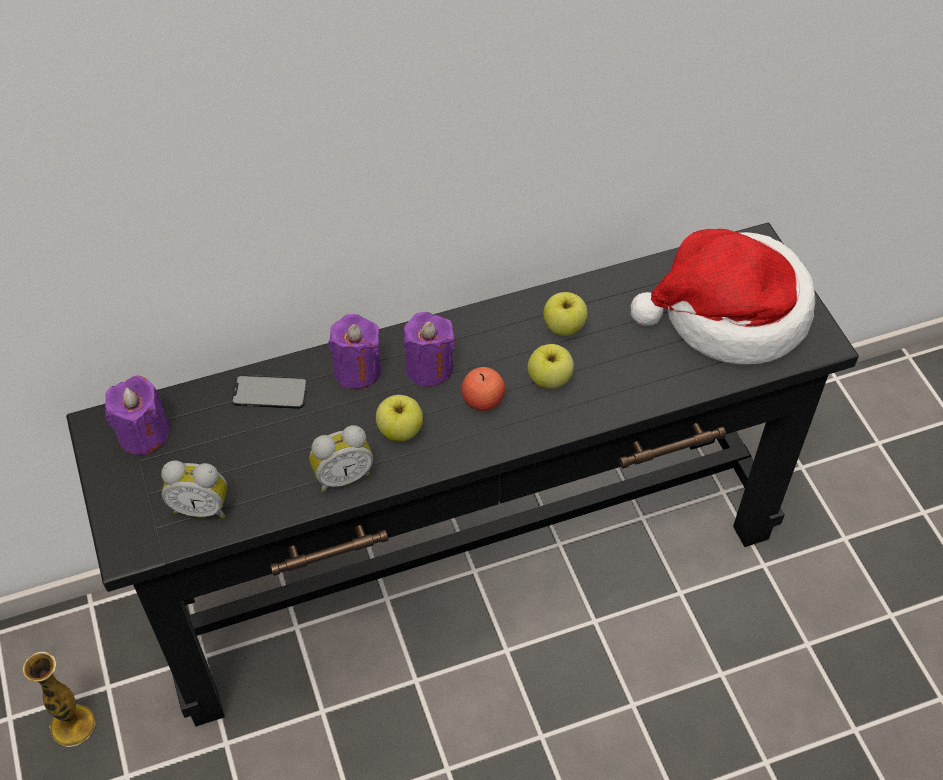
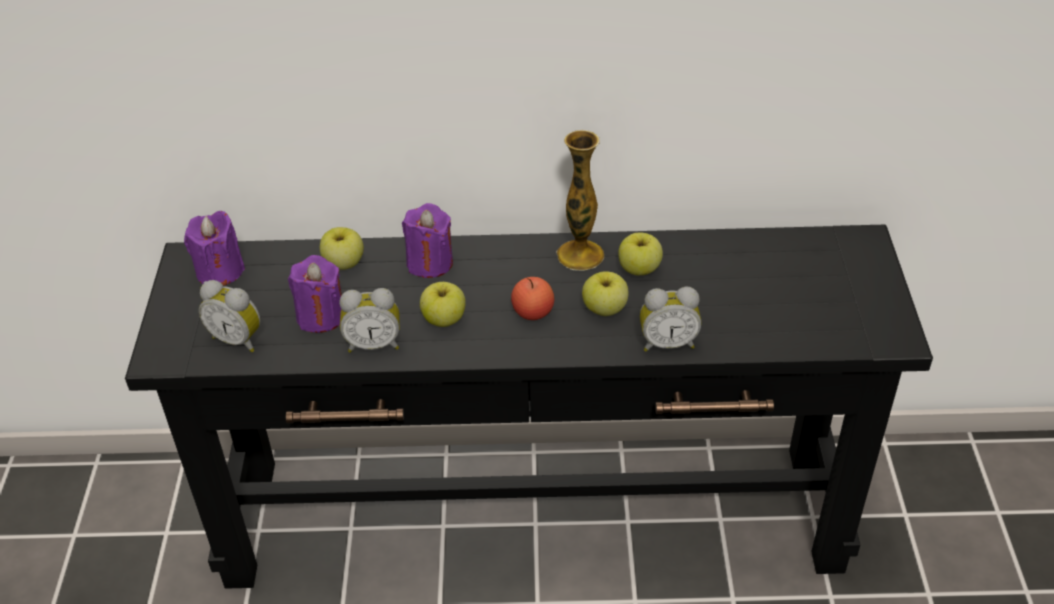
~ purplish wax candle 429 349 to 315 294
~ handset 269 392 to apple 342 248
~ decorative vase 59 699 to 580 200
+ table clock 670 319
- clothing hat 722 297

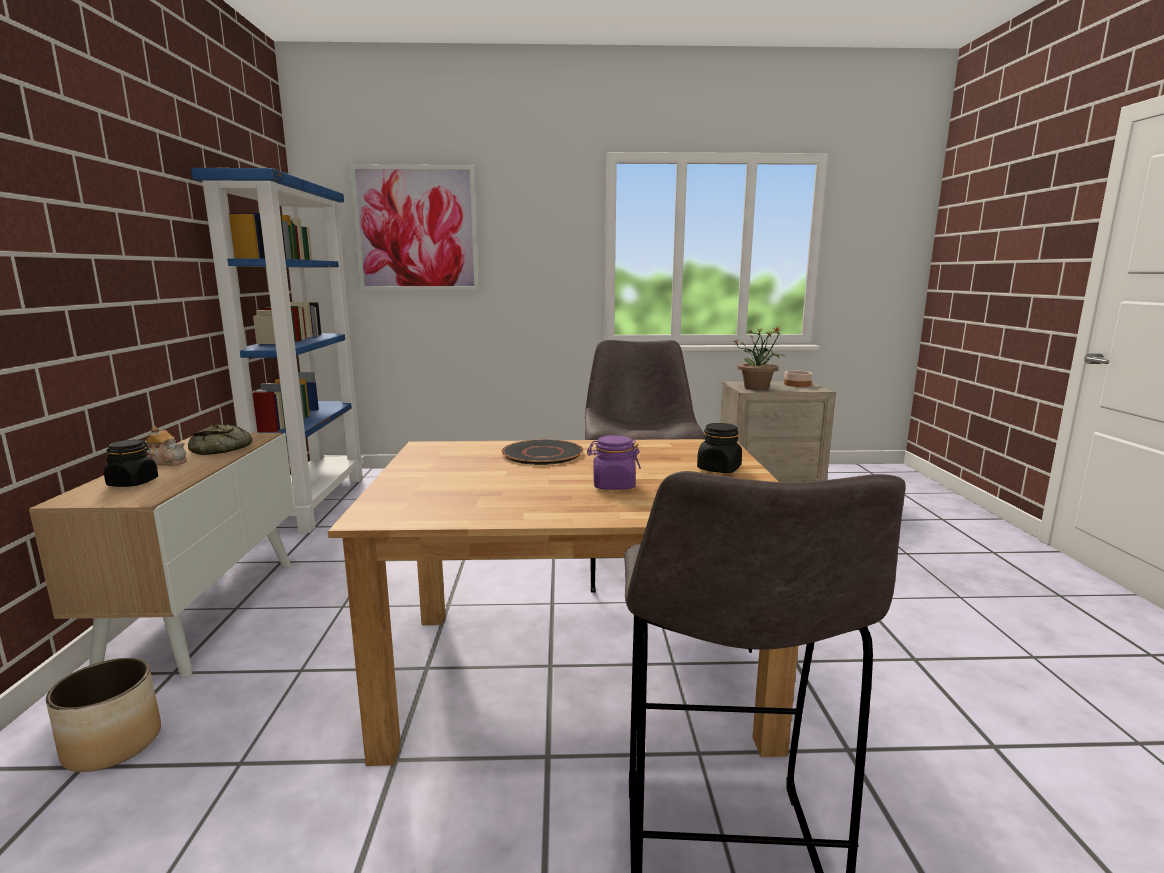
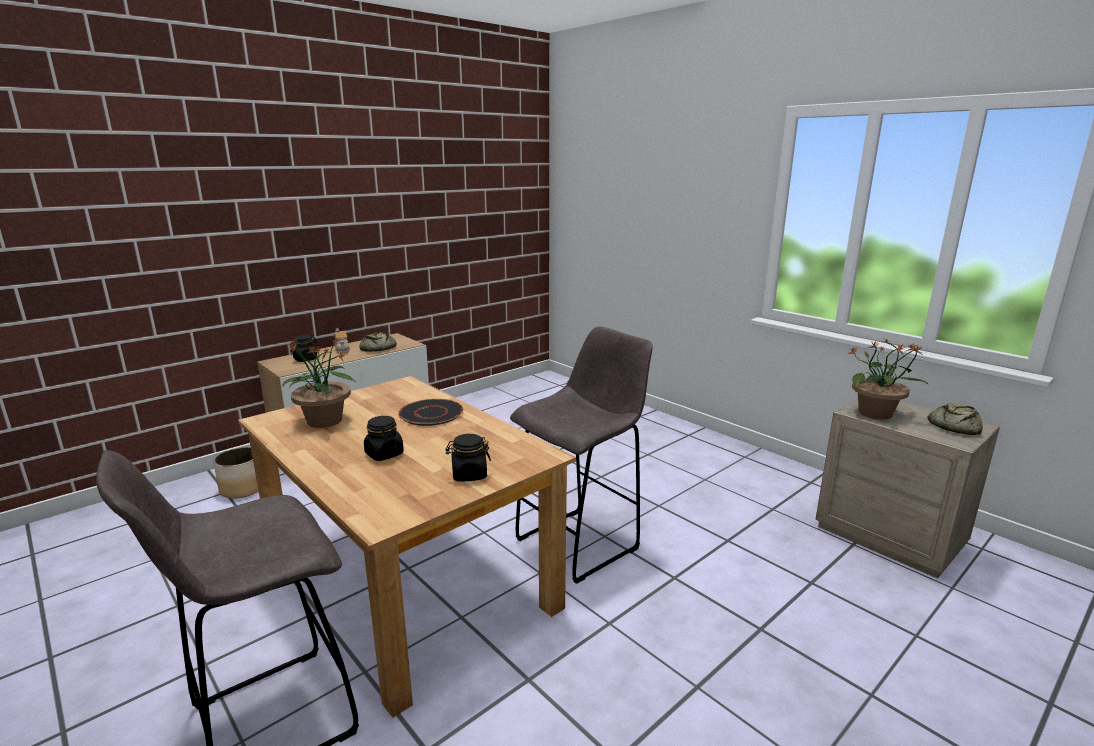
+ houseplant 319 383
~ purplish storage jar 614 462 to blackish storage jar 384 438
~ deep dish 798 378 to bread 955 419
- blue-coloured bookshelf 277 350
- wall picture 414 227

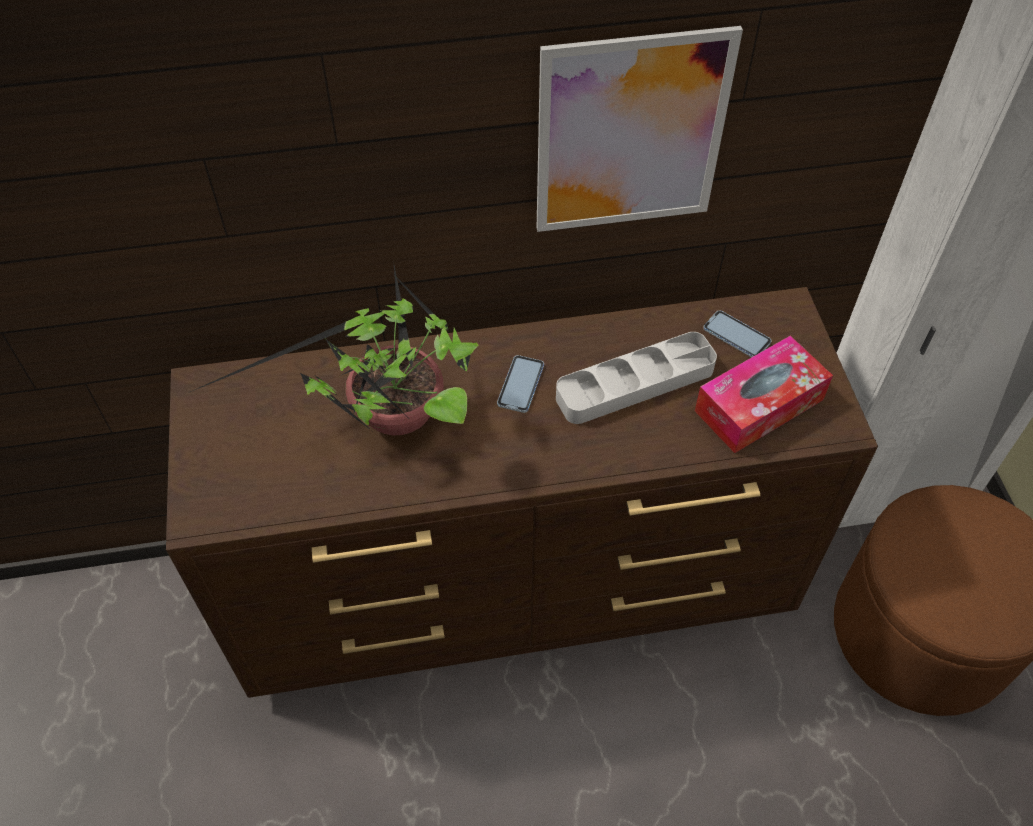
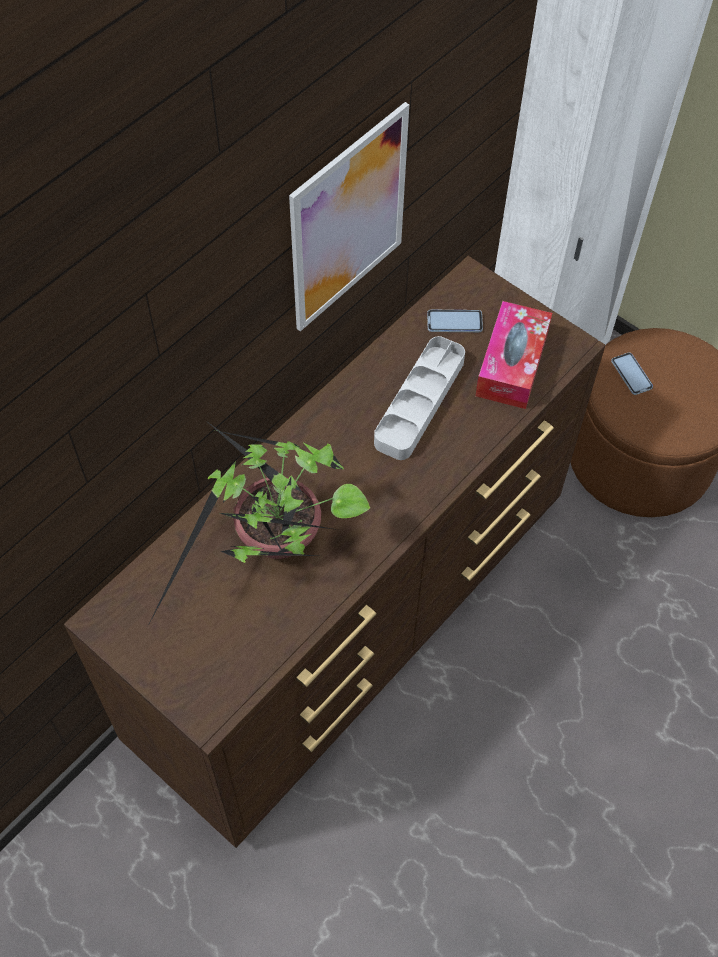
~ handset 520 384 to 632 374

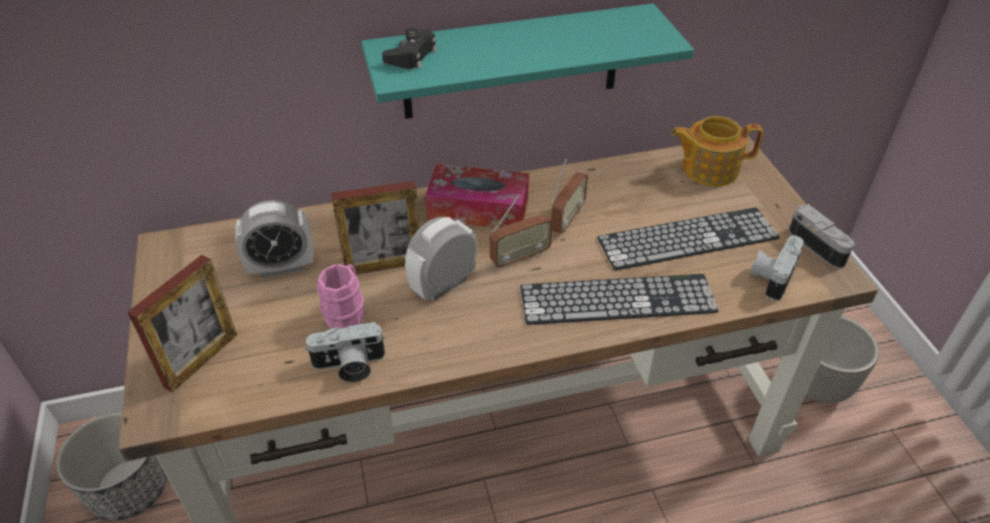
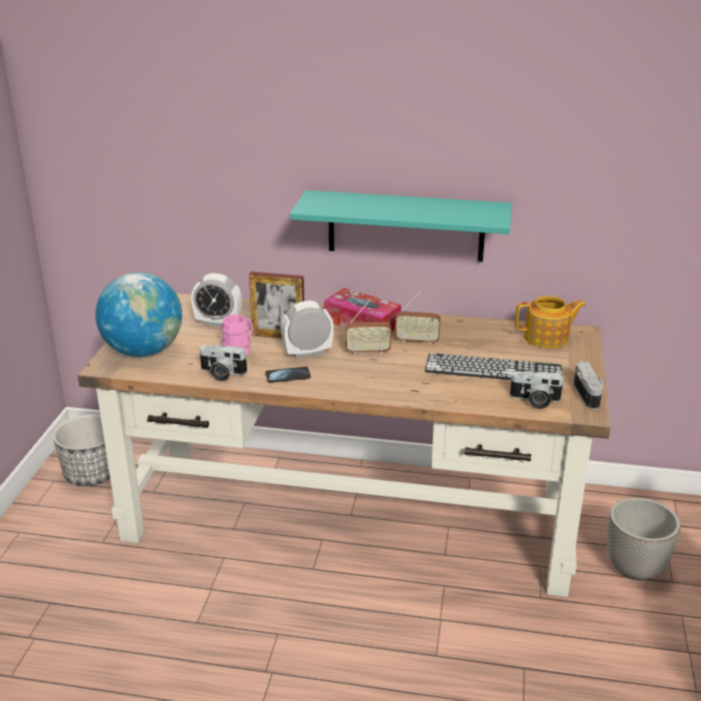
~ photo frame 182 323 to world globe 138 314
+ handset 288 375
~ radio receiver 569 196 = 418 318 45 degrees clockwise
~ still camera 777 268 = 537 390 135 degrees counterclockwise
~ pot for tea 717 151 = 550 322 150 degrees clockwise
- blackish joypad 409 48
- keyboard 620 299

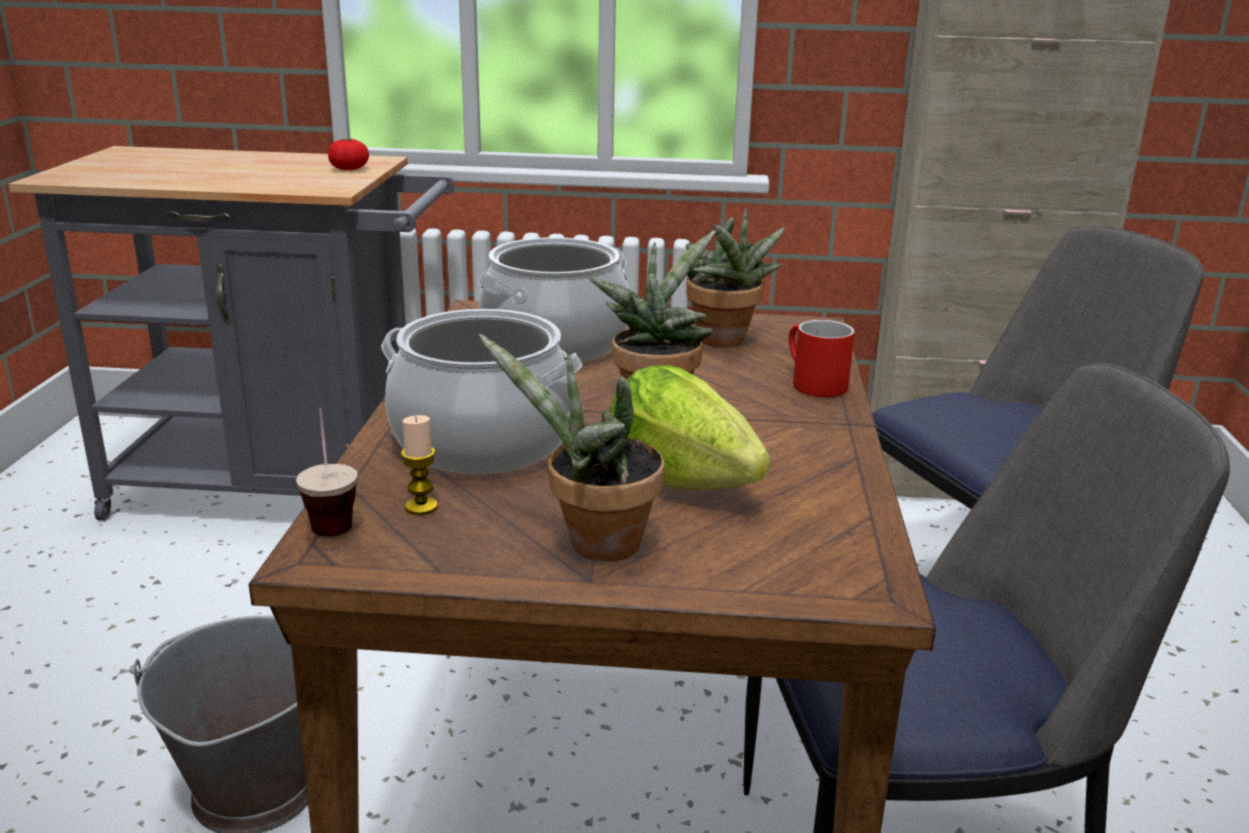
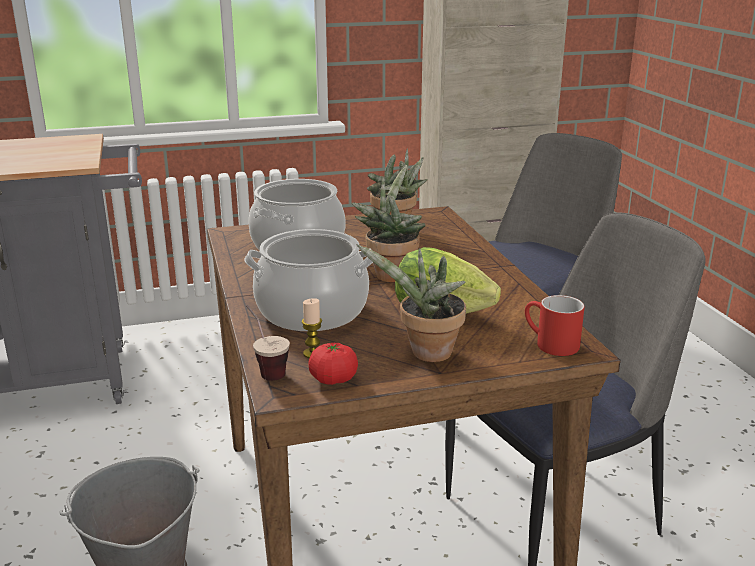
~ tomato 348 154 to 333 364
~ red coffee mug 822 358 to 555 325

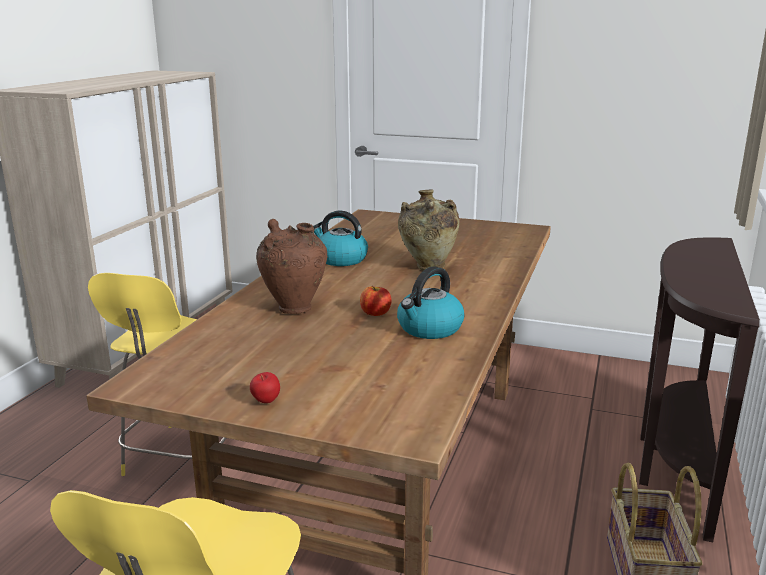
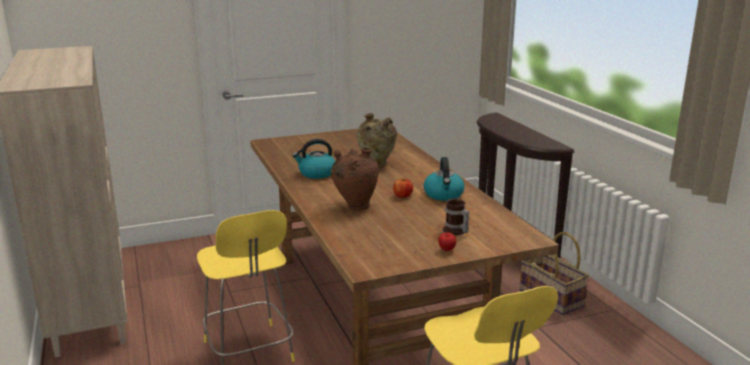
+ coffee mug 456 217

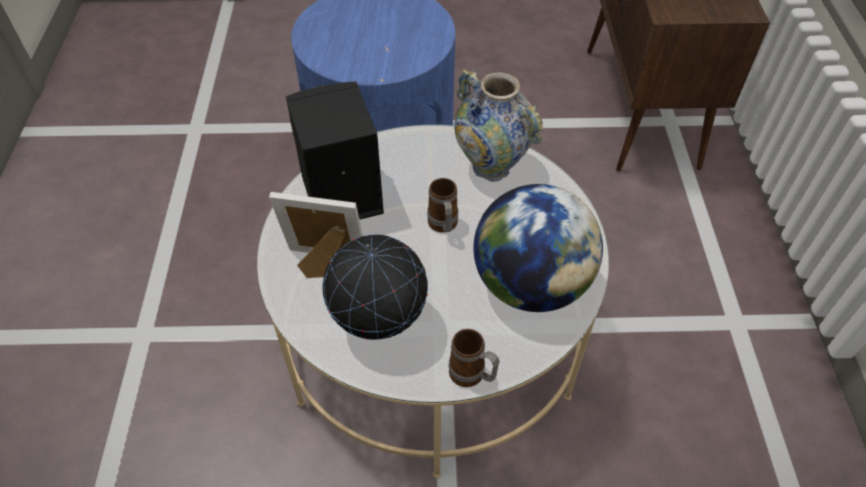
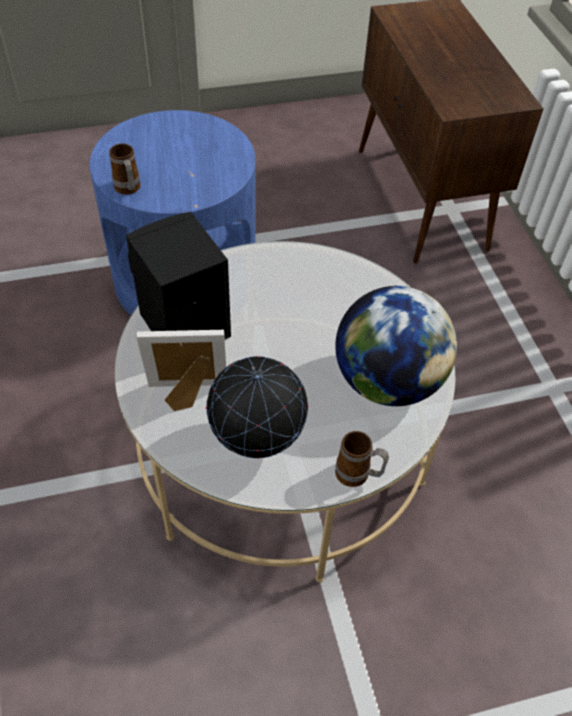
~ coffee mug 442 205 to 125 169
- decorative vase 498 125

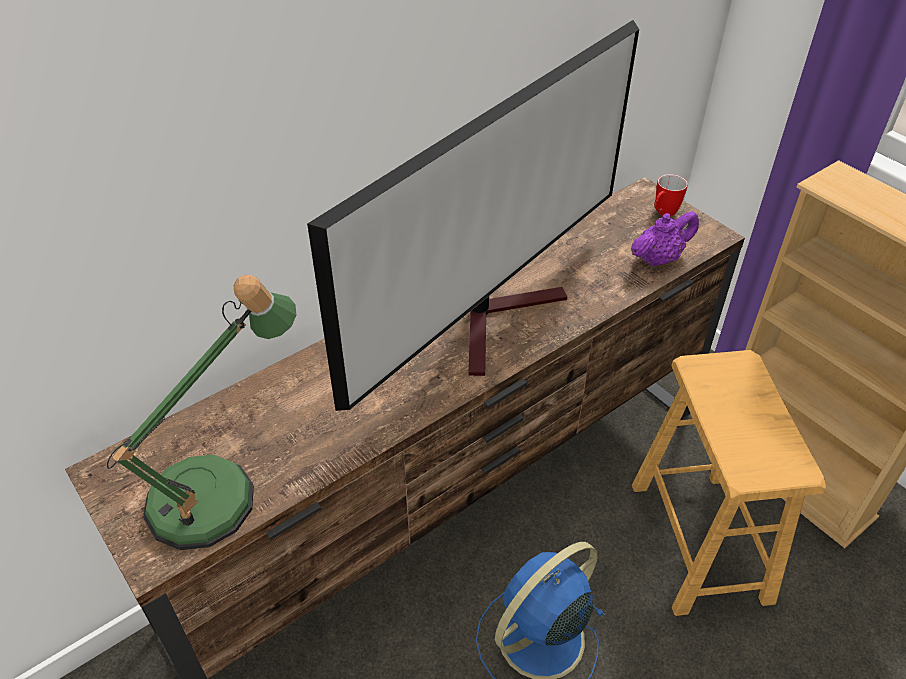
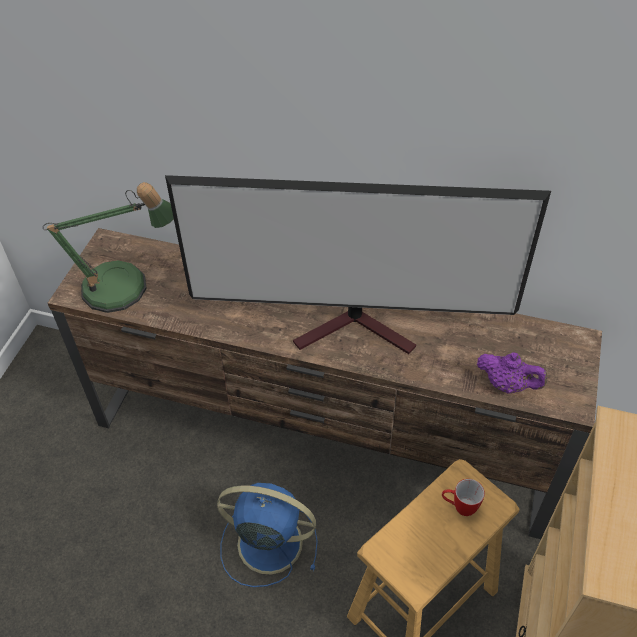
~ coffee mug 671 195 to 463 497

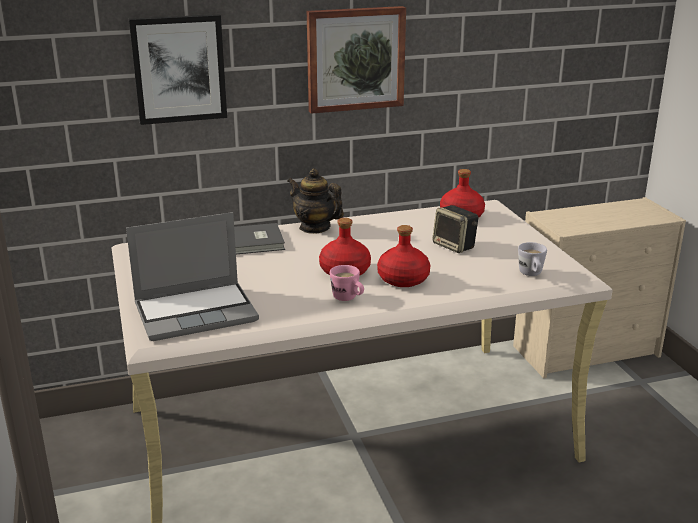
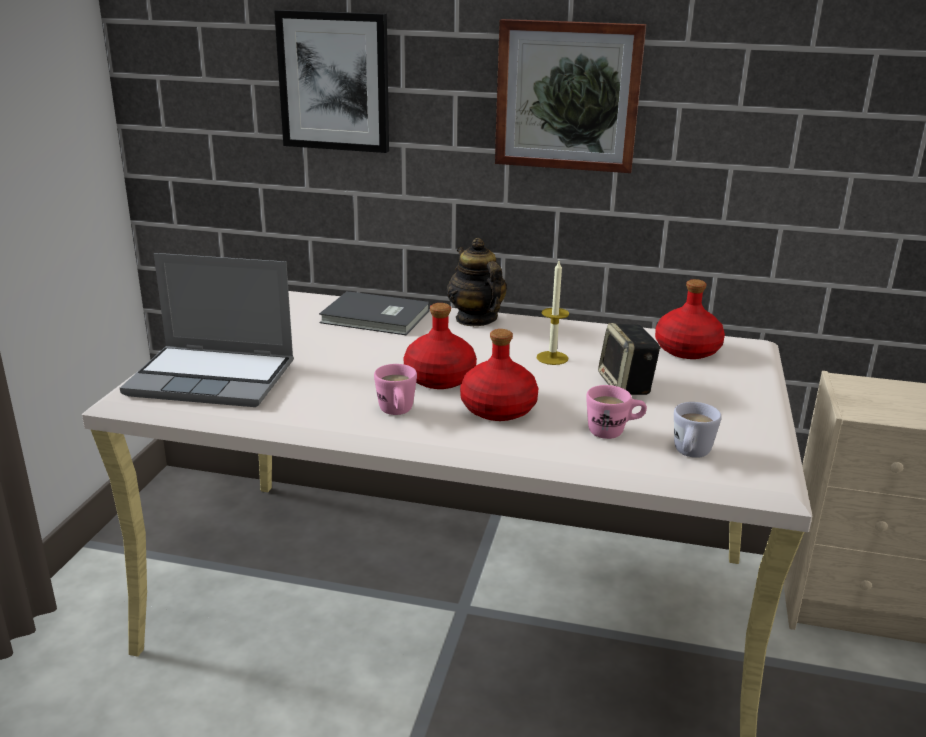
+ wax candle 552 313
+ pinkish coffee mug 616 412

